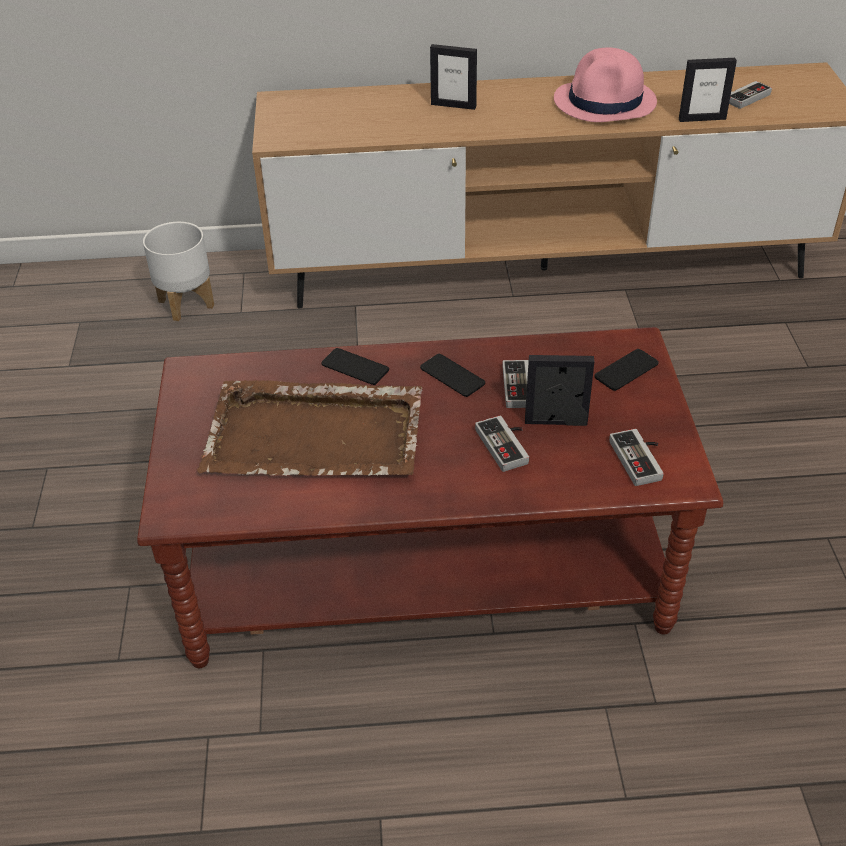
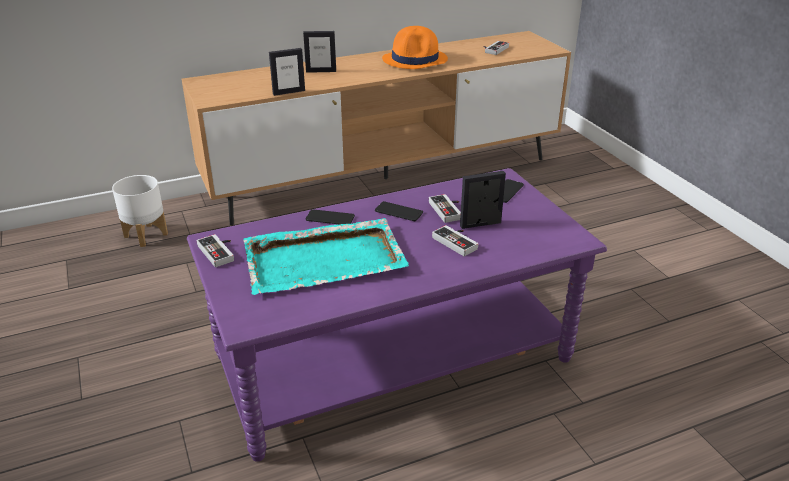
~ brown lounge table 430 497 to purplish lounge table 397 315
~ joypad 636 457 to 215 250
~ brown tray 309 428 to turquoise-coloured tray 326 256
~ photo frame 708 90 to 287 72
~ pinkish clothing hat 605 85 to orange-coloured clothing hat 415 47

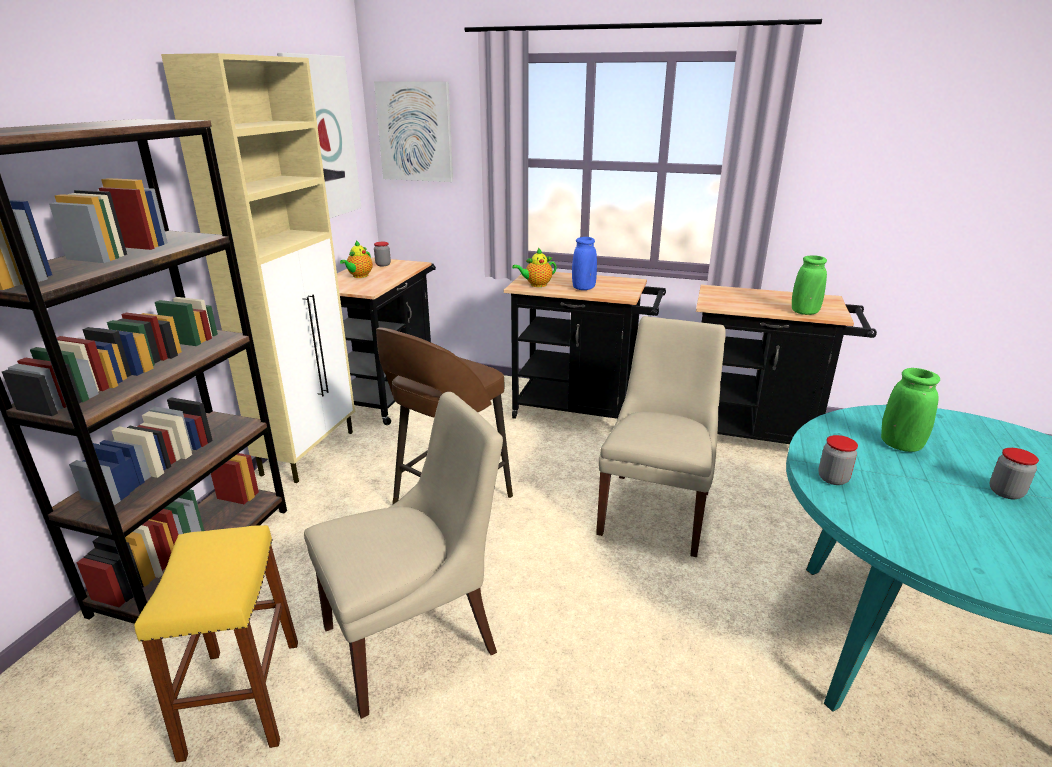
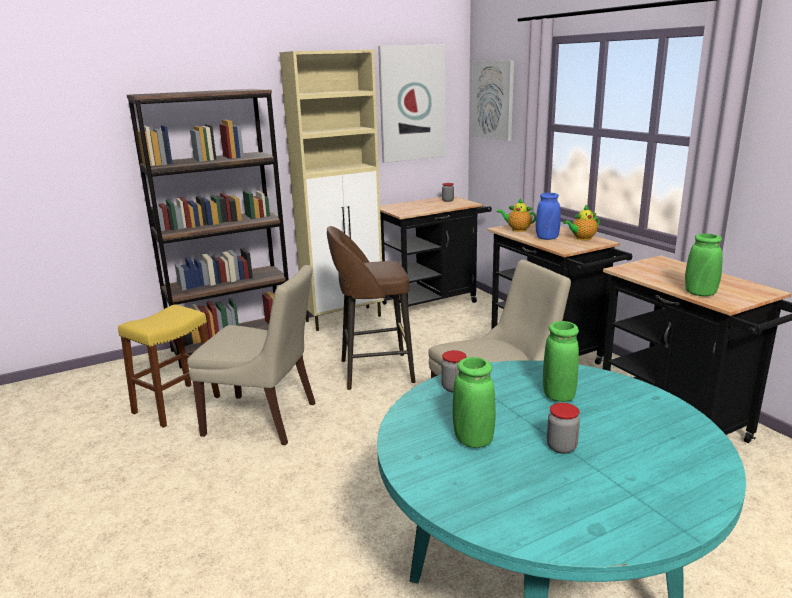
+ green decorative vase 474 402
~ pot for tea 356 259 to 581 222

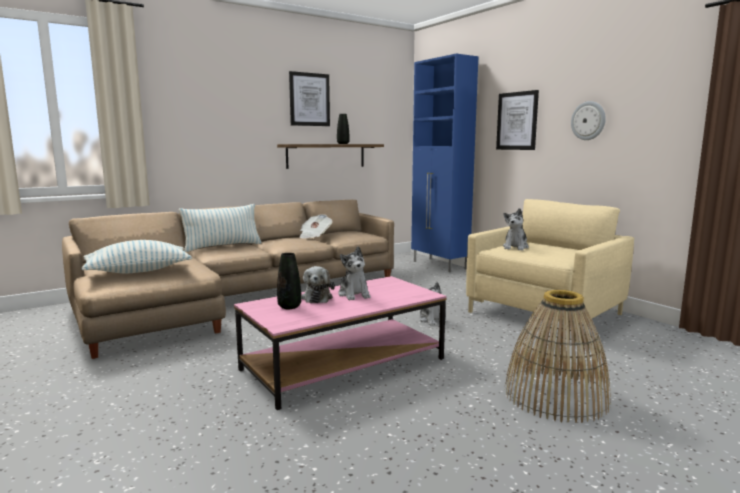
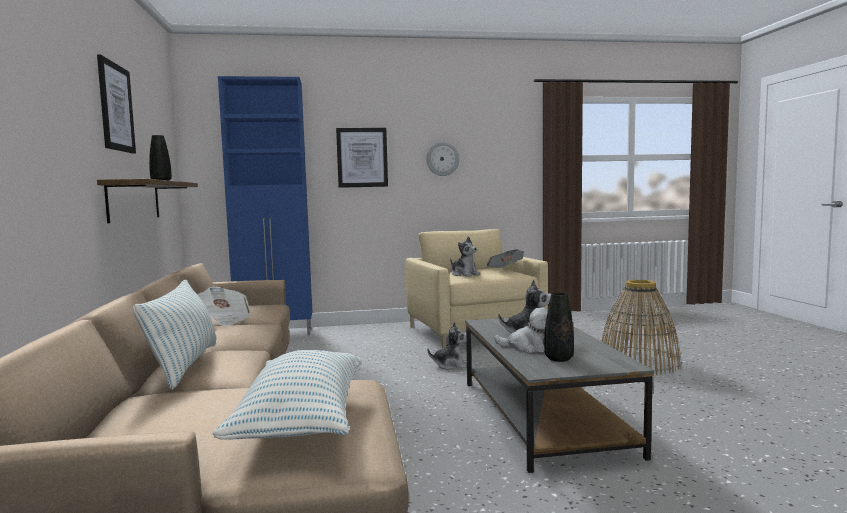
~ pinkish lounge table 340 343 to grey lounge table 560 395
+ printed paper 505 258

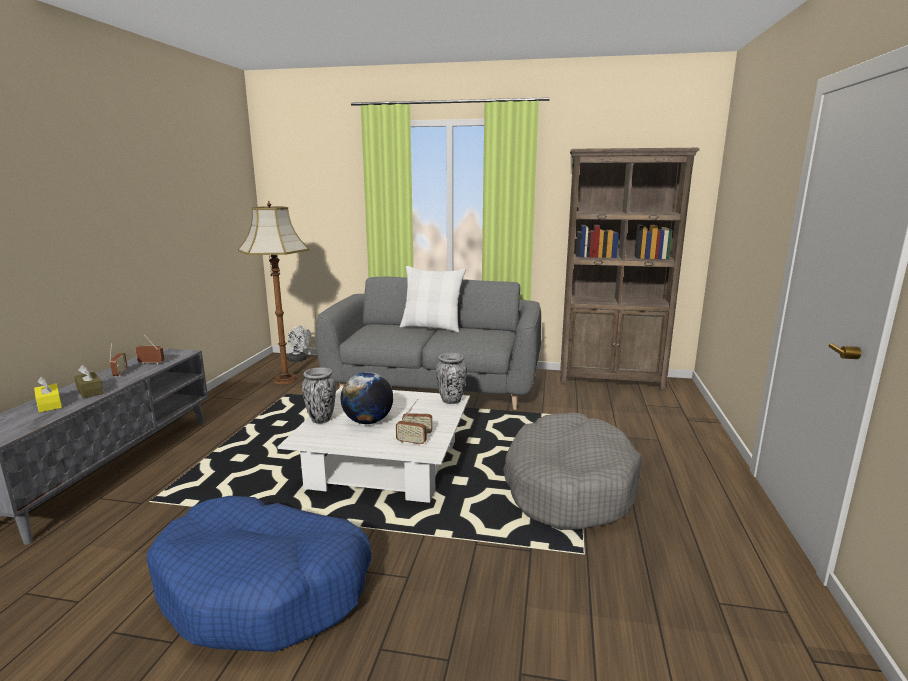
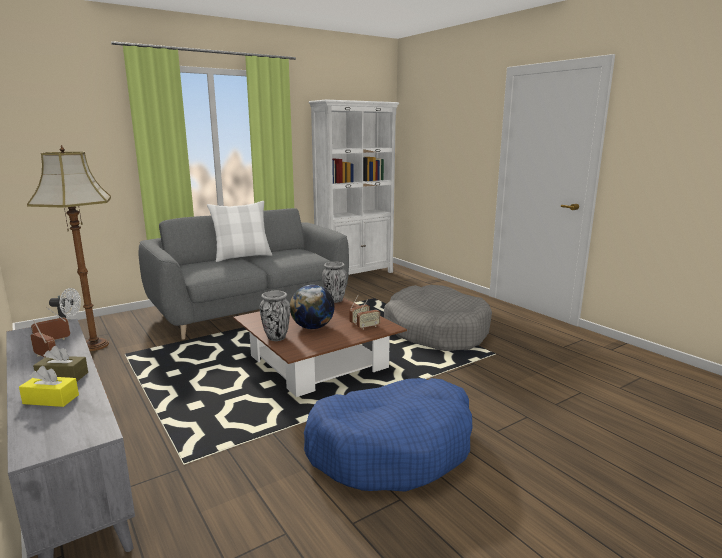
~ white lounge table 374 444 to brown lounge table 320 347
~ brown bookshelf 629 269 to white bookshelf 354 187

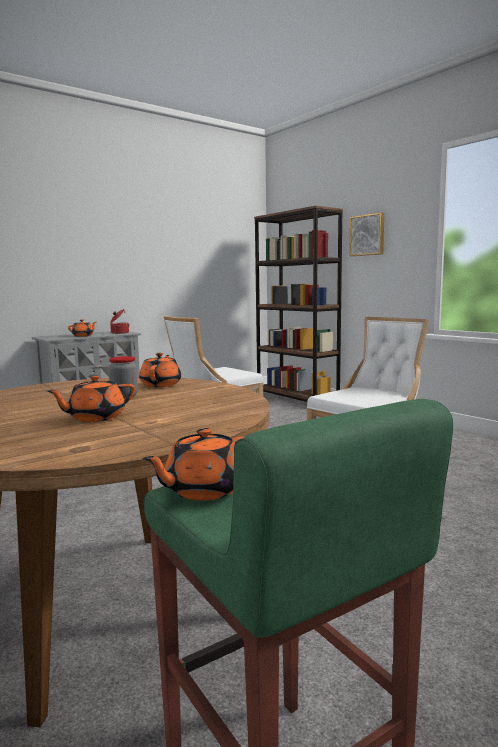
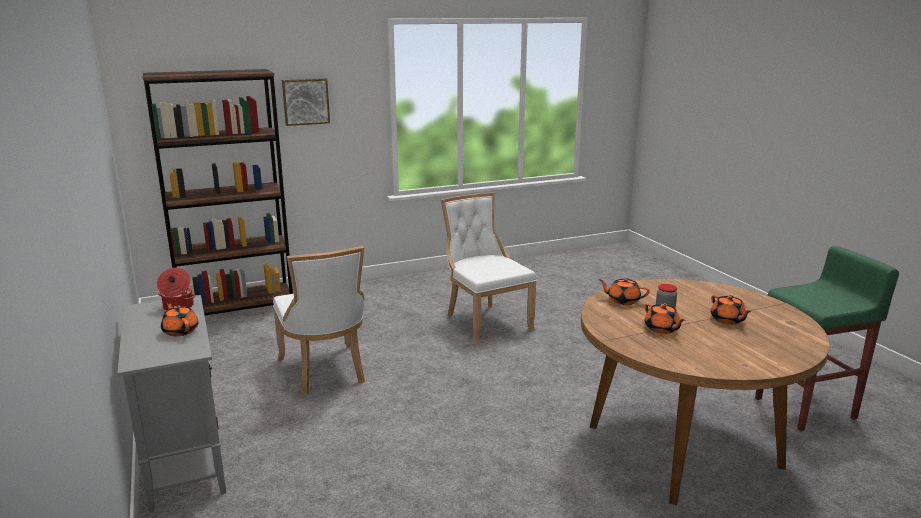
~ orange-coloured pot for tea 193 464 to 664 318

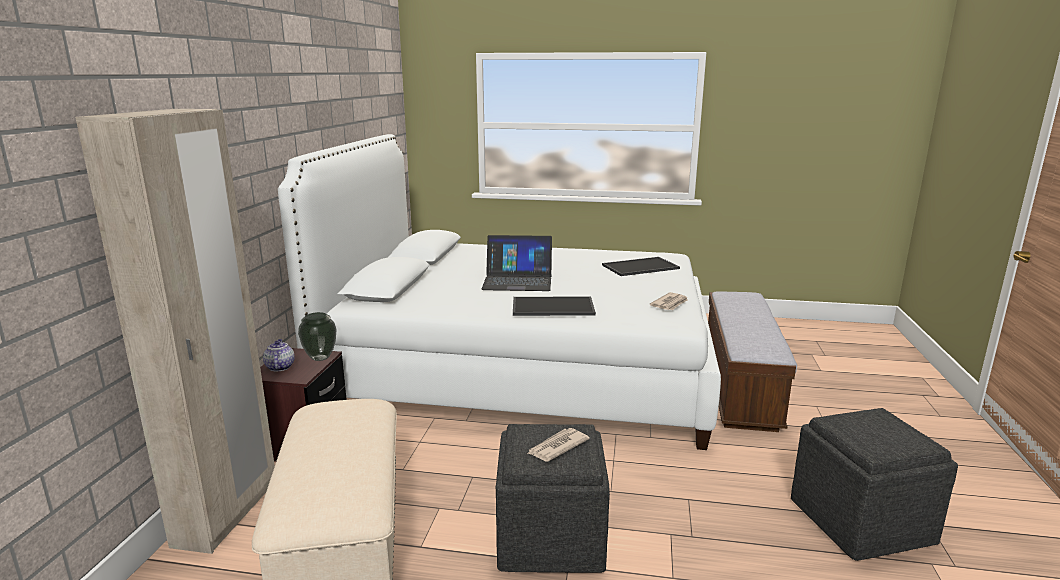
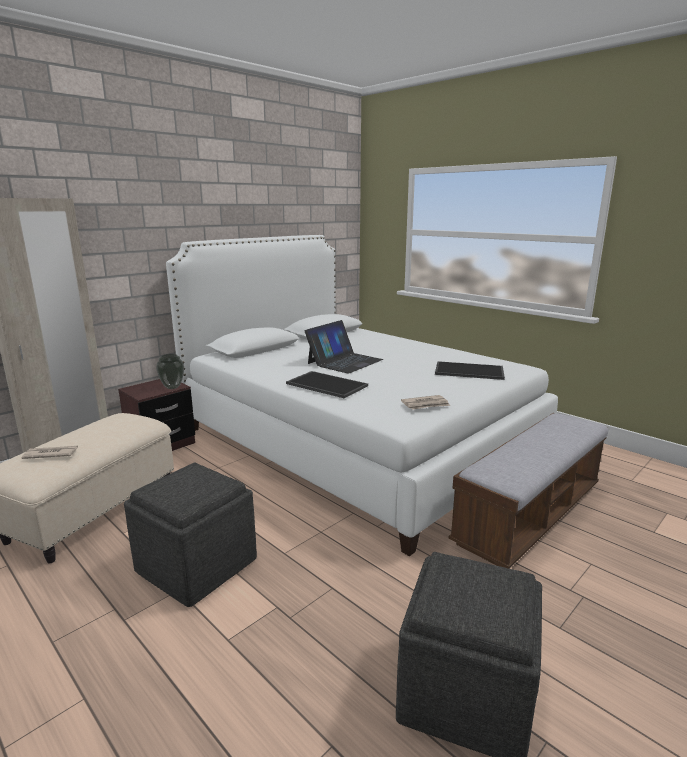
~ printed paper 558 445 to 49 452
~ notebook computer 516 263 = 344 347 90 degrees counterclockwise
- pot for tea 279 355

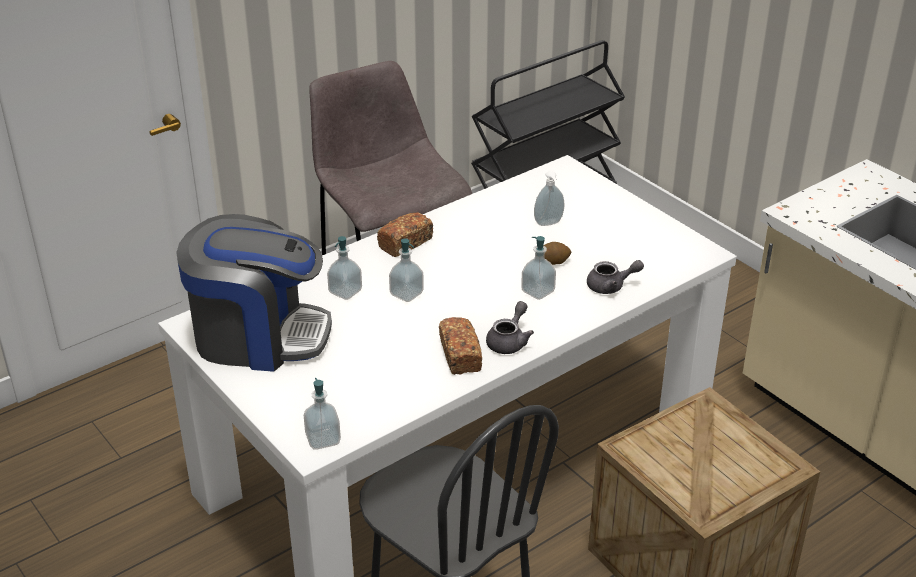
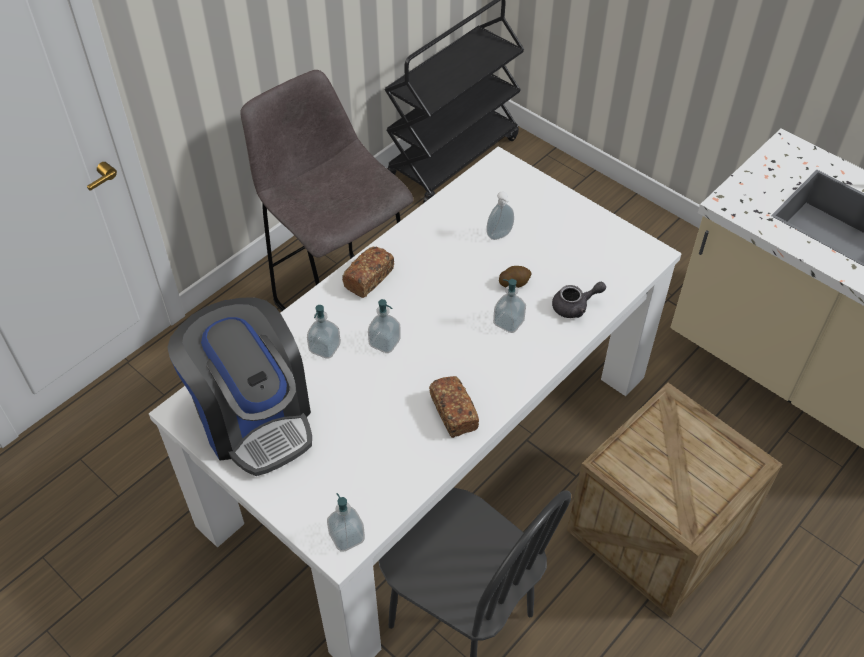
~ coffee brewer 254 293 = 239 386 60 degrees clockwise
- grey pot for tea 510 327

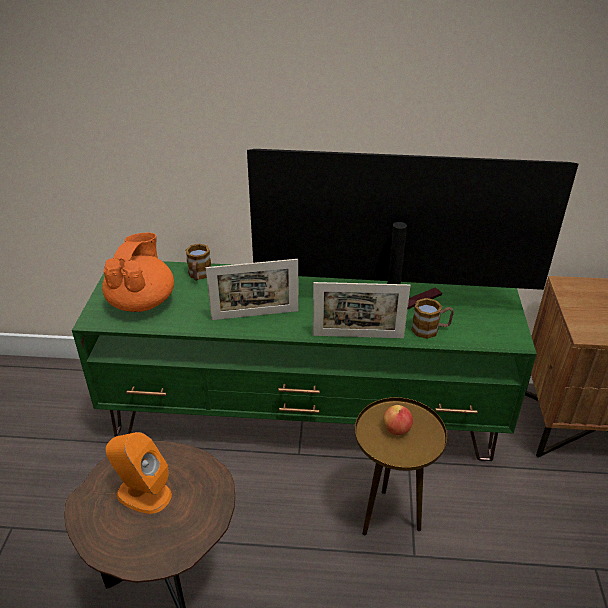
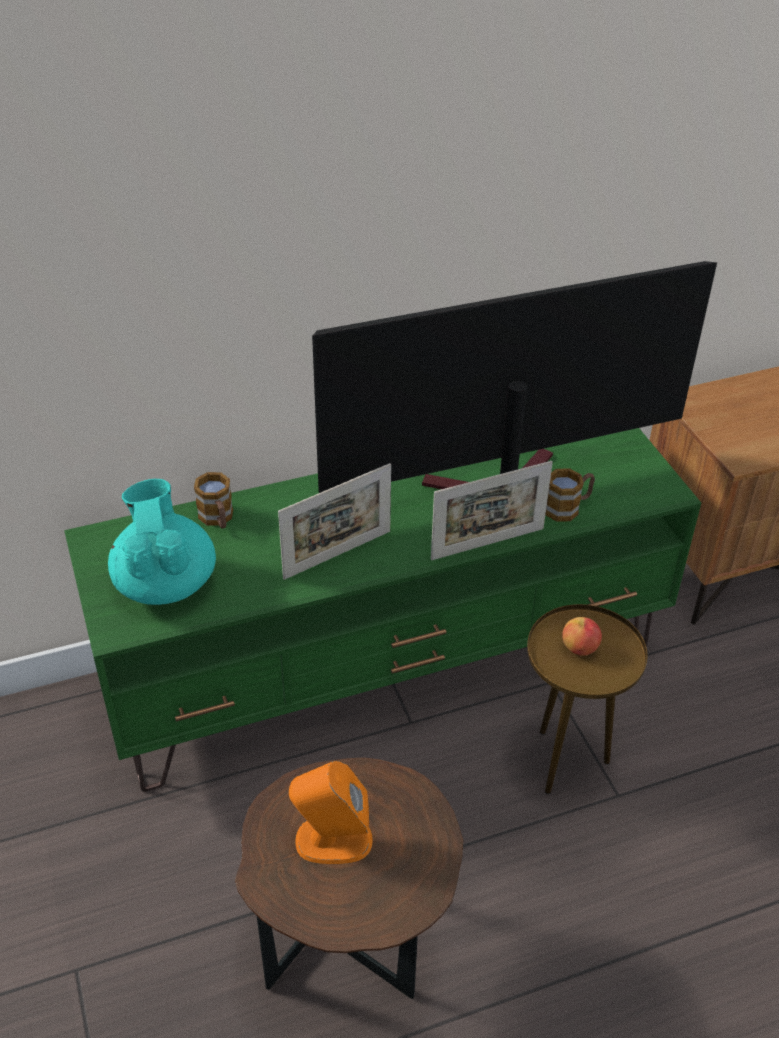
~ orange-coloured pot for tea 138 272 to turquoise-coloured pot for tea 162 542

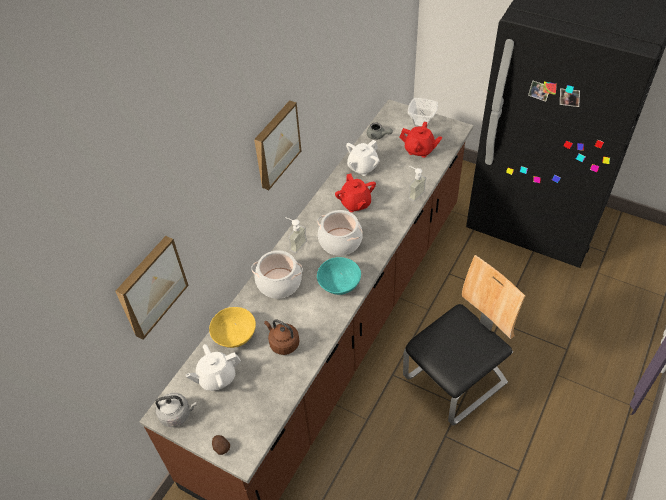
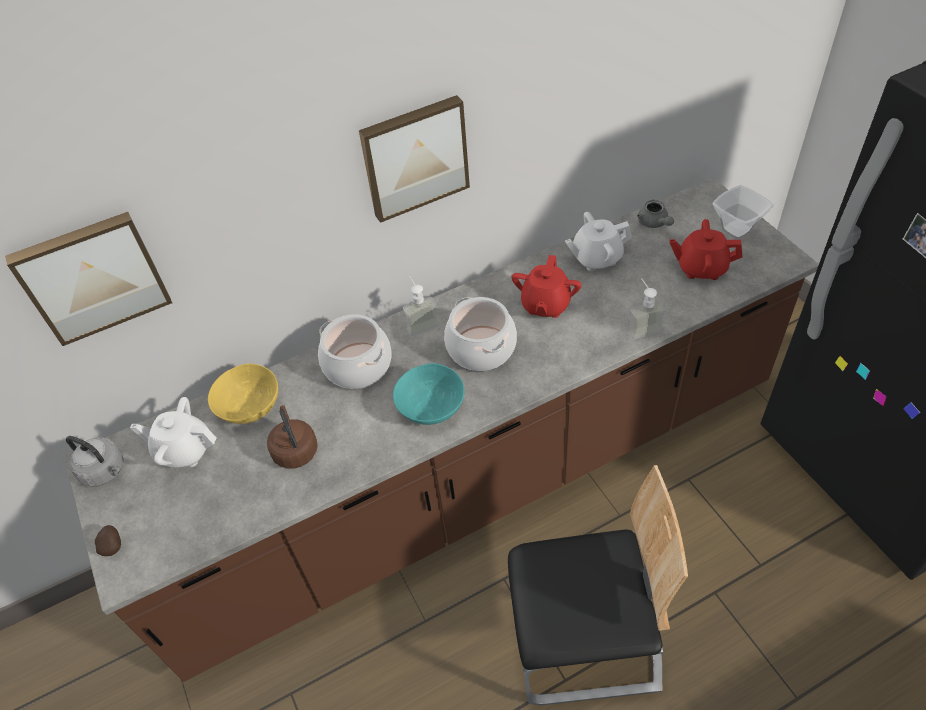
~ red pot for tea 420 140 = 705 249 135 degrees clockwise

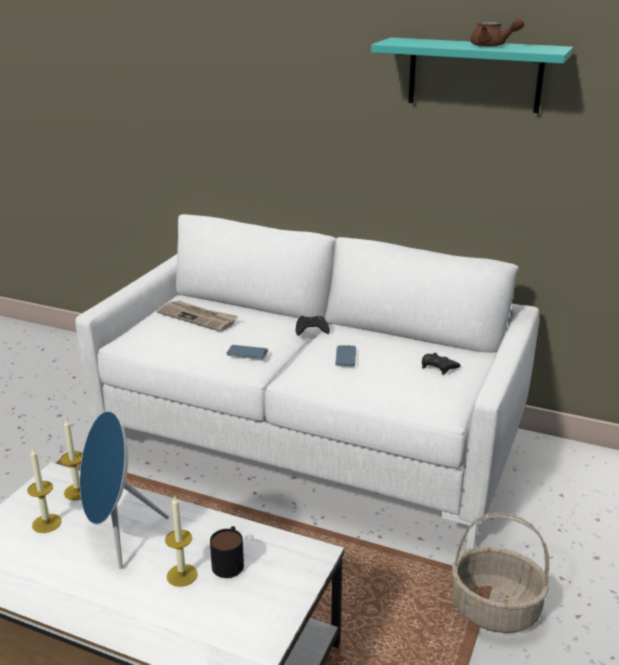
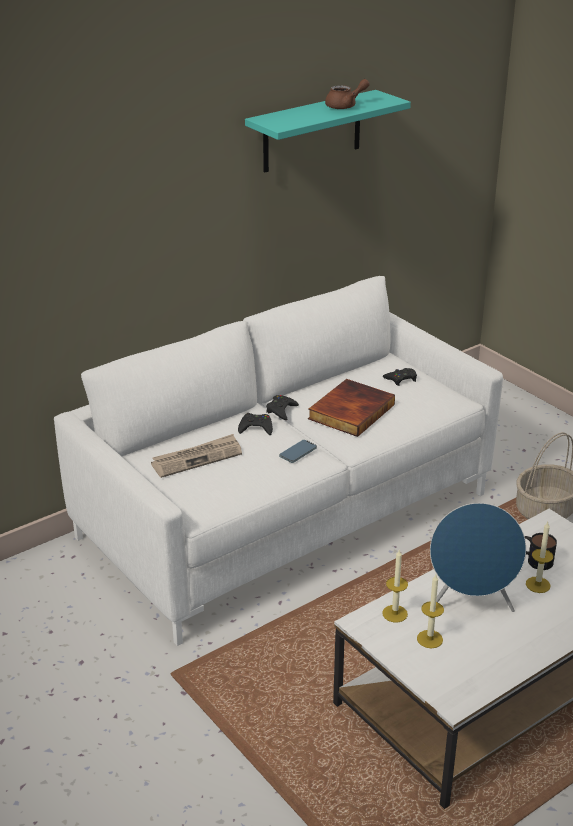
+ blackish joypad 255 424
~ handset 345 356 to volume 351 408

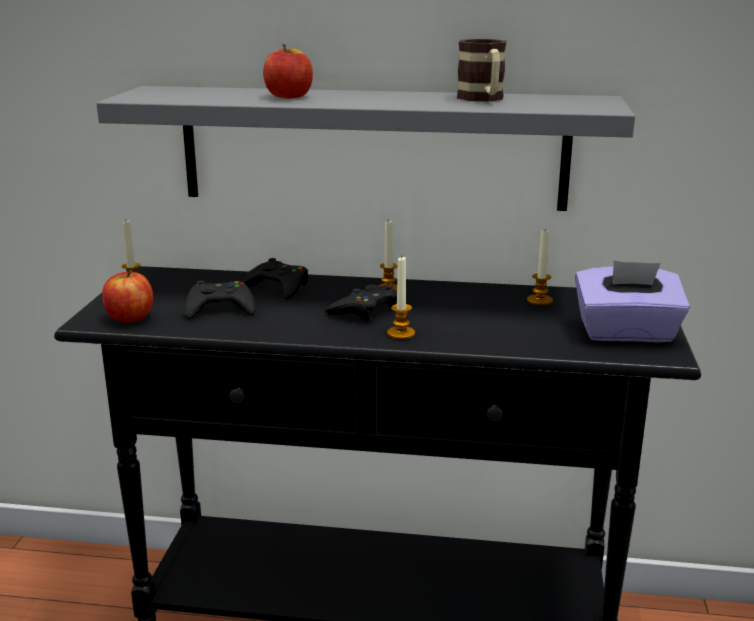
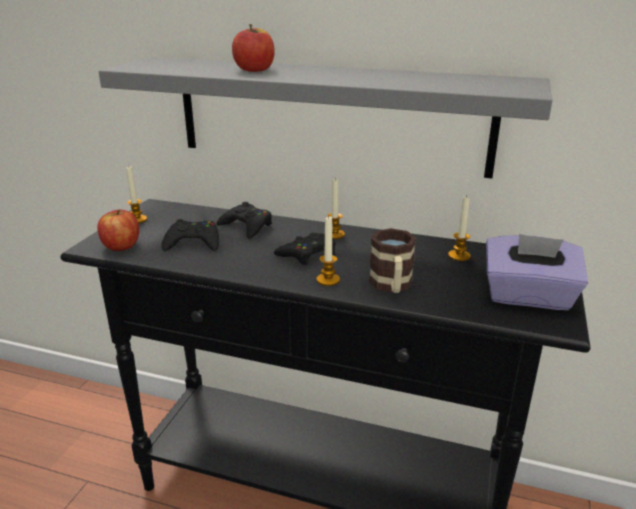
~ coffee mug 482 70 to 392 260

